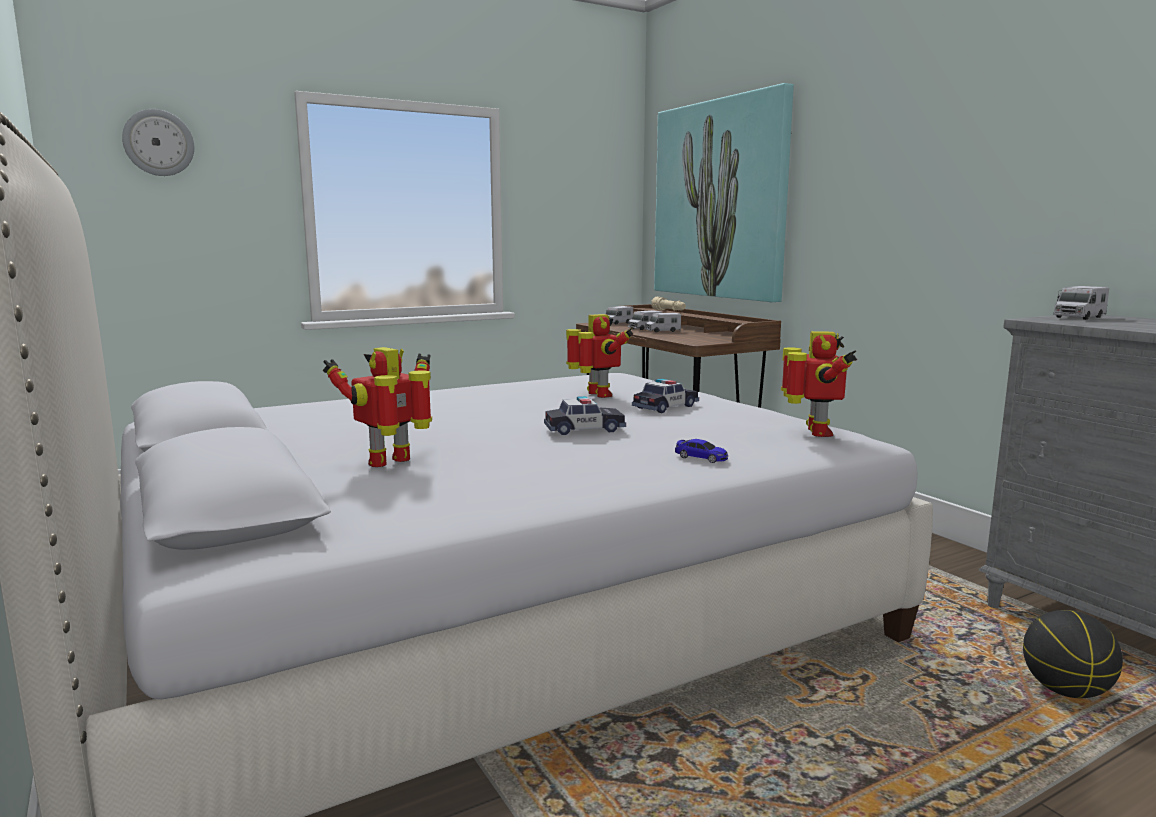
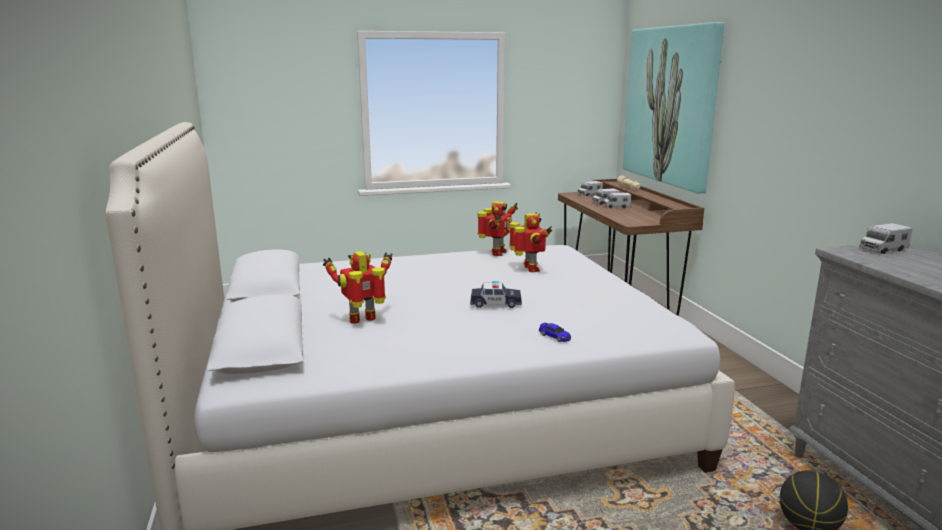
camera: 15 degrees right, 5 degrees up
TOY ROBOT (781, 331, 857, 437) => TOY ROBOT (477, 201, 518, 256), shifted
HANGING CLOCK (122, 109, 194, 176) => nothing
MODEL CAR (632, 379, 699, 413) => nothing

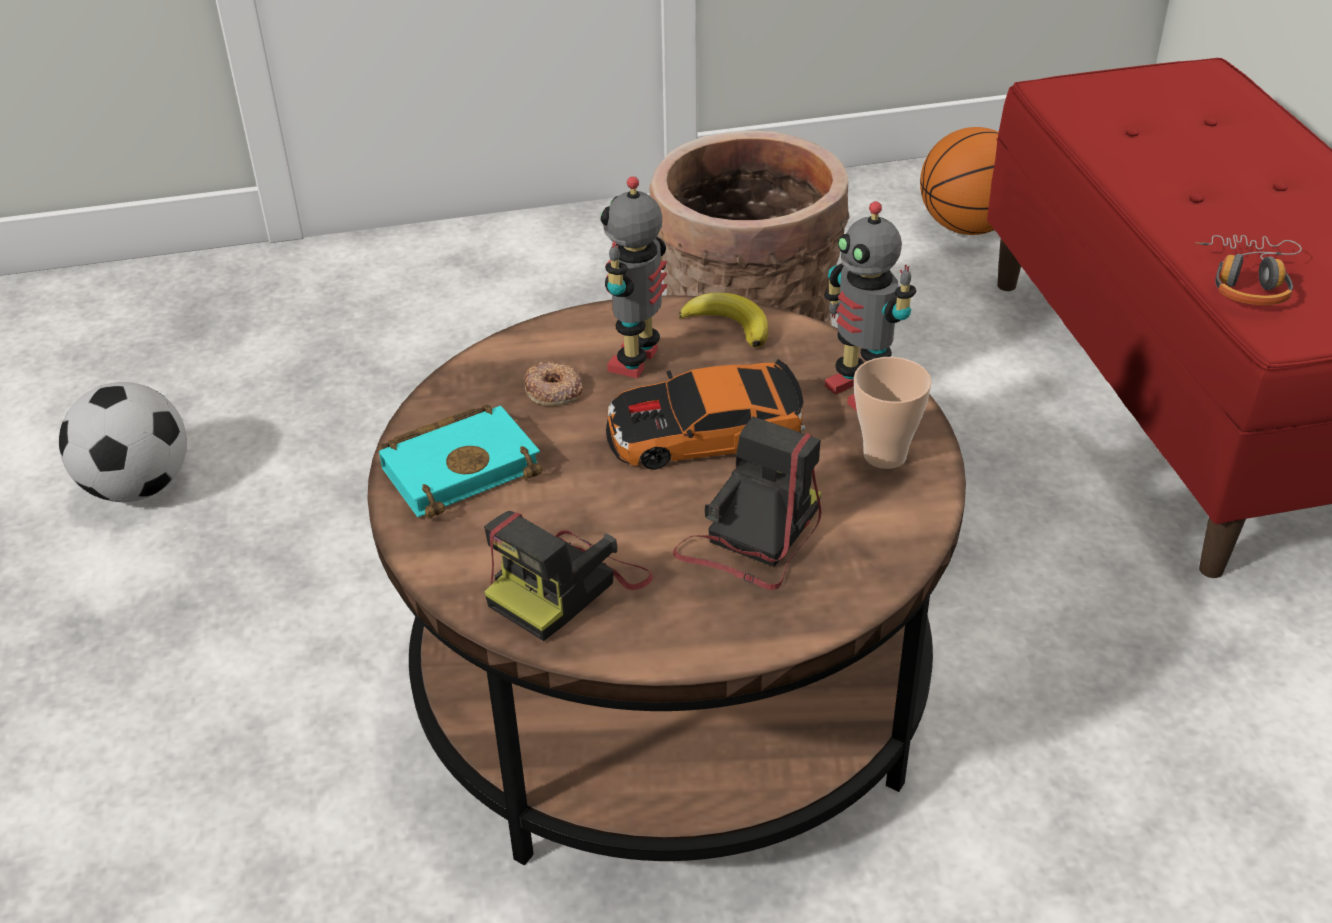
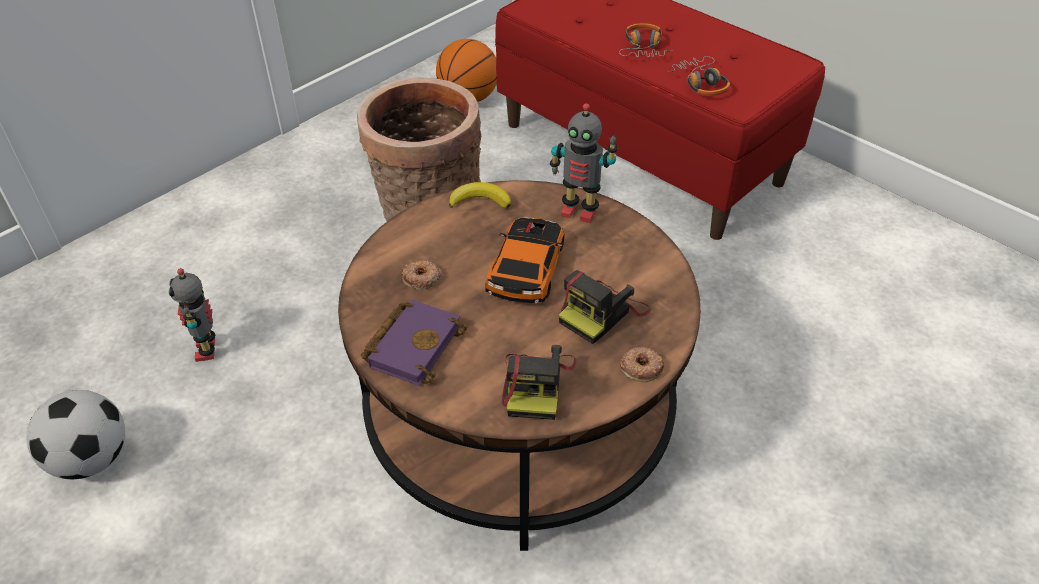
camera: 35 degrees left, 5 degrees up
TOY ROBOT (600, 176, 667, 378) => TOY ROBOT (168, 268, 215, 362), shifted
TURQUOISE BOOK (379, 404, 542, 519) => PURPLE-COLOURED BOOK (361, 300, 468, 386)
MODEL CAR (606, 359, 805, 469) => MODEL CAR (485, 217, 565, 304), 150 degrees clockwise
STILL CAMERA (673, 416, 822, 590) => STILL CAMERA (559, 270, 651, 344), 135 degrees counterclockwise
nothing => HEADSET (619, 23, 673, 57)
nothing => RING DOUGHNUT (620, 347, 664, 382)
CUP (854, 357, 932, 469) => nothing

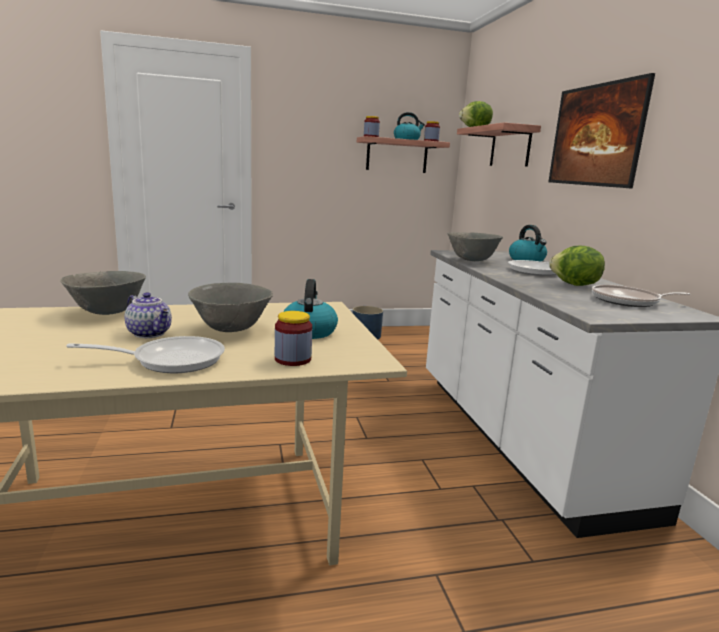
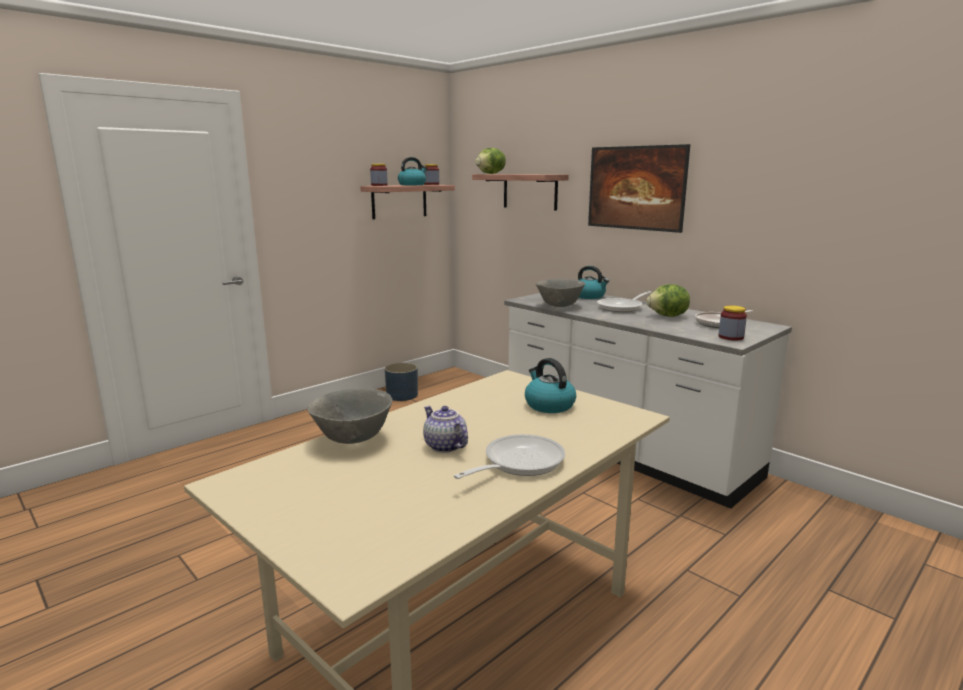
camera: 30 degrees left, 0 degrees up
POT FOR TEA (124, 292, 172, 338) => POT FOR TEA (423, 406, 468, 453), 135 degrees counterclockwise
PRESERVE JAR (275, 311, 312, 366) => PRESERVE JAR (718, 305, 747, 340), shifted
GRAY BOWL (188, 283, 273, 332) => nothing

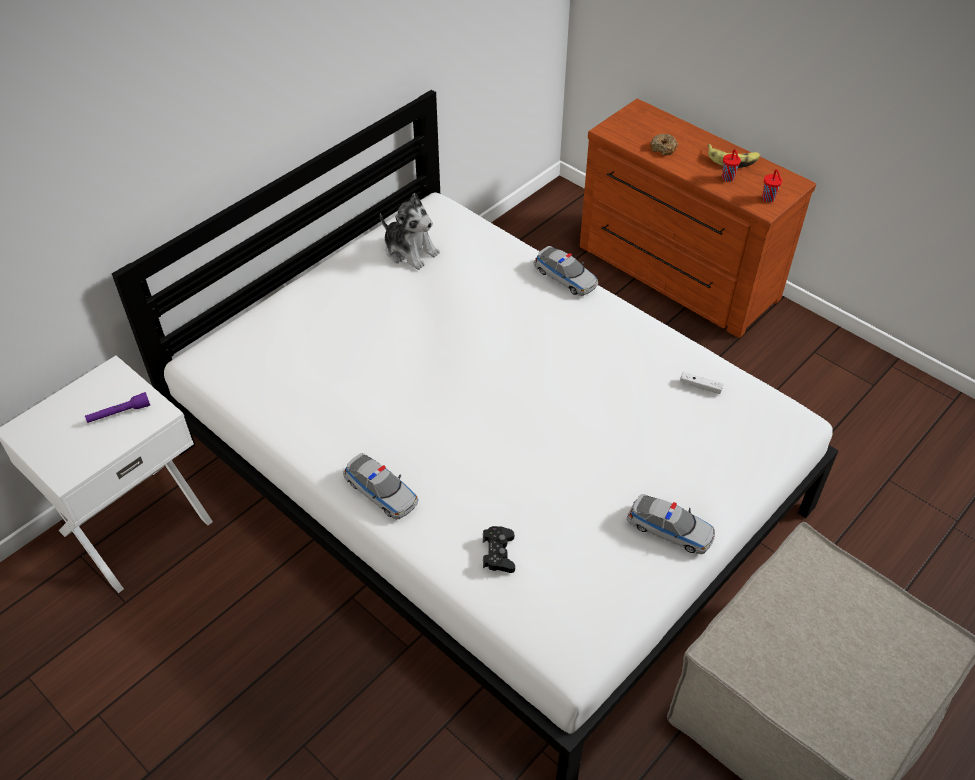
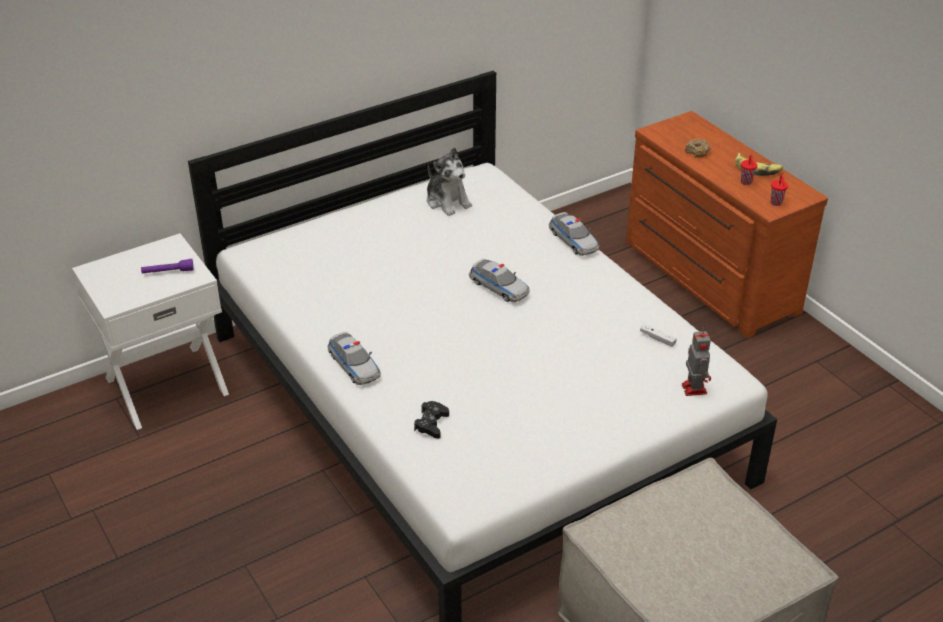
camera: 15 degrees right, 10 degrees down
MODEL CAR (627, 494, 715, 554) => MODEL CAR (469, 259, 530, 302), shifted
nothing => TOY ROBOT (682, 328, 711, 396)

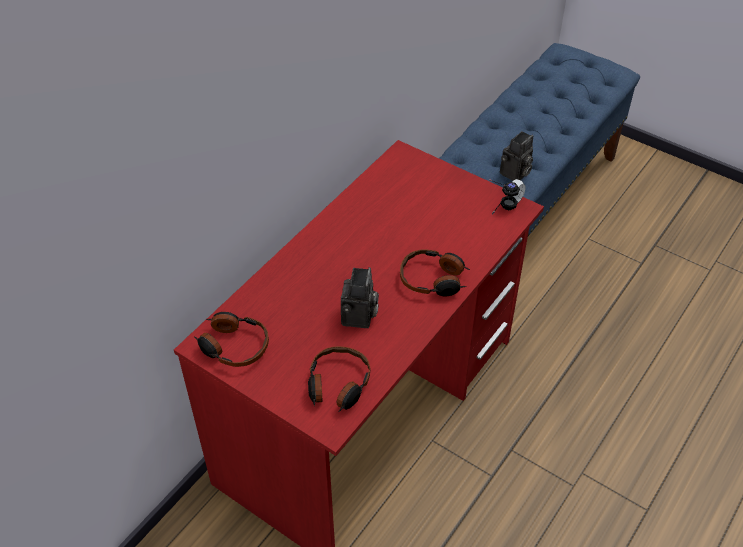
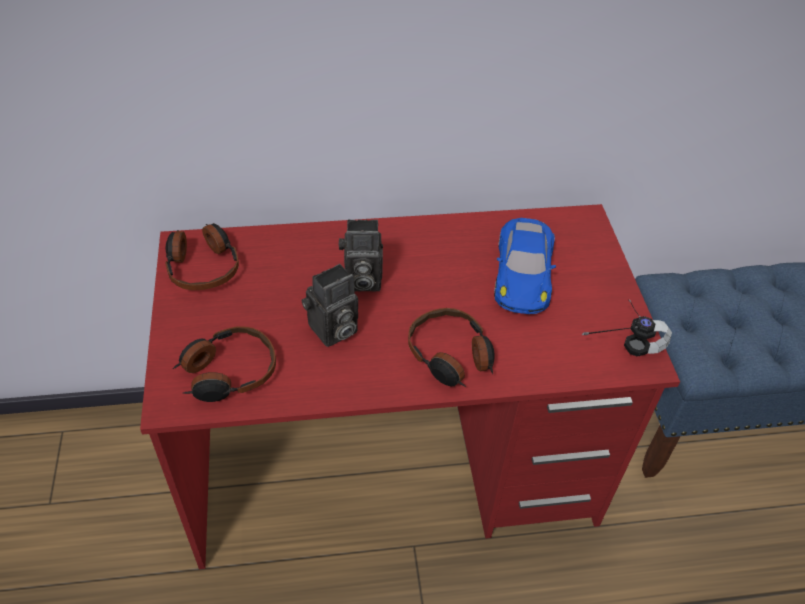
camera: 45 degrees right, 0 degrees up
STILL CAMERA (500, 131, 533, 181) => STILL CAMERA (338, 219, 383, 291), shifted
nothing => BLUISH MODEL CAR (494, 218, 556, 314)

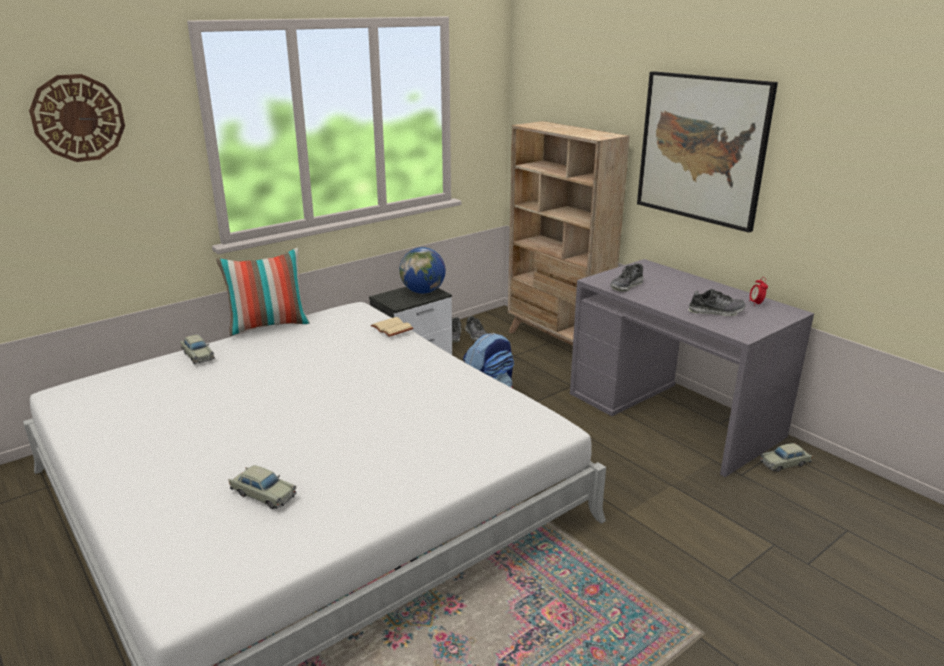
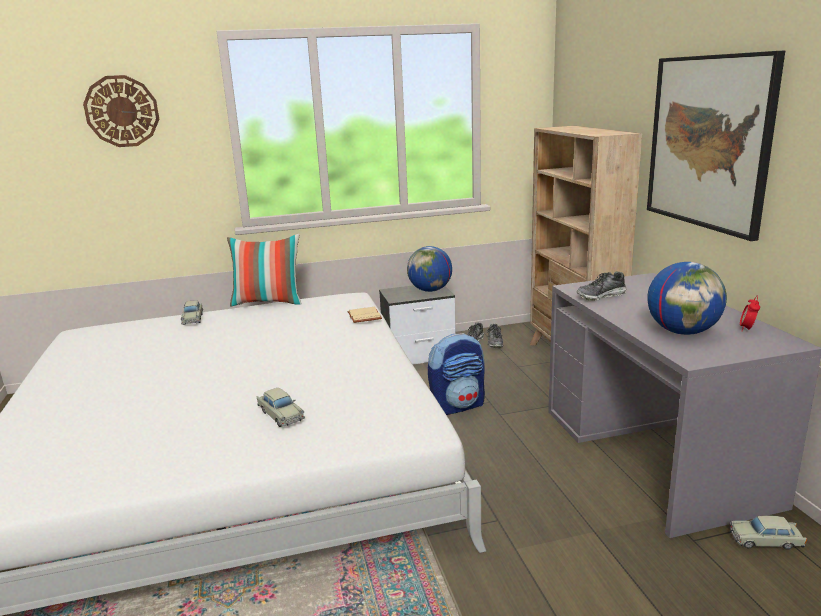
camera: 25 degrees right, 5 degrees down
BEIGE-COLOURED MODEL CAR (229, 465, 296, 509) => BEIGE-COLOURED MODEL CAR (257, 388, 305, 427), shifted
SHOE (688, 289, 746, 316) => WORLD GLOBE (647, 262, 727, 335)

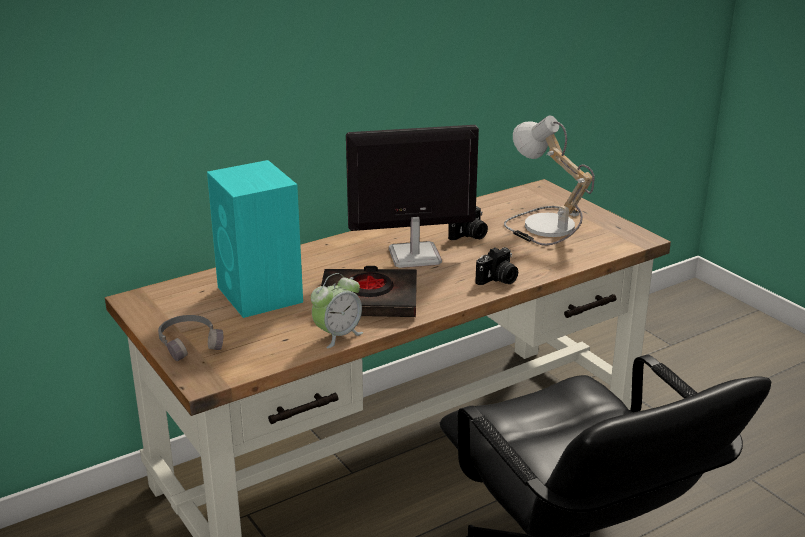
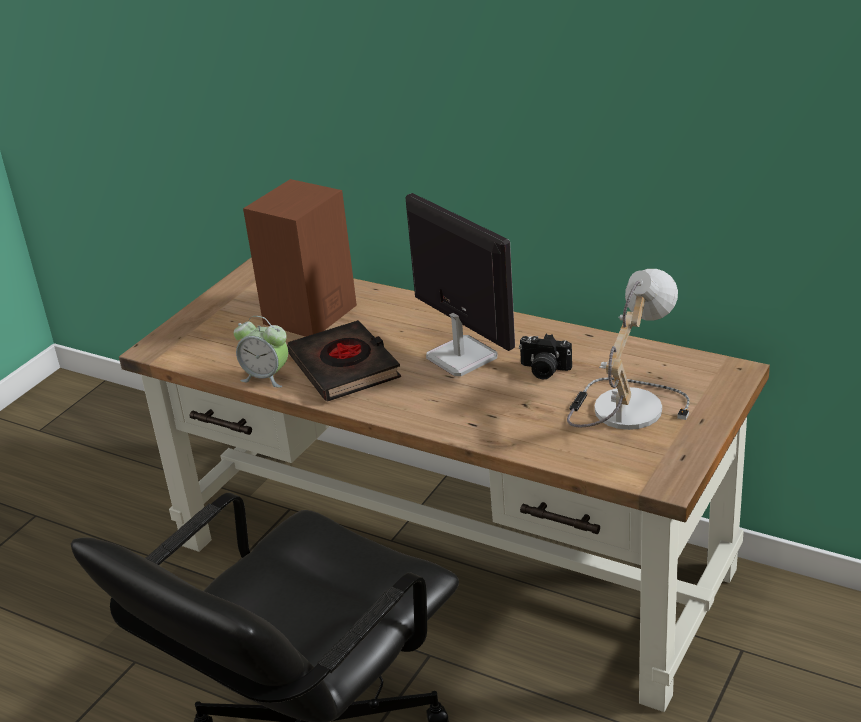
camera: 65 degrees right, 5 degrees up
TURQUOISE AUDIO SPEAKER (207, 160, 303, 318) => BROWN-COLOURED AUDIO SPEAKER (243, 179, 357, 337)
GRAY HEADSET (158, 315, 223, 361) => nothing
STILL CAMERA (475, 247, 518, 285) => nothing

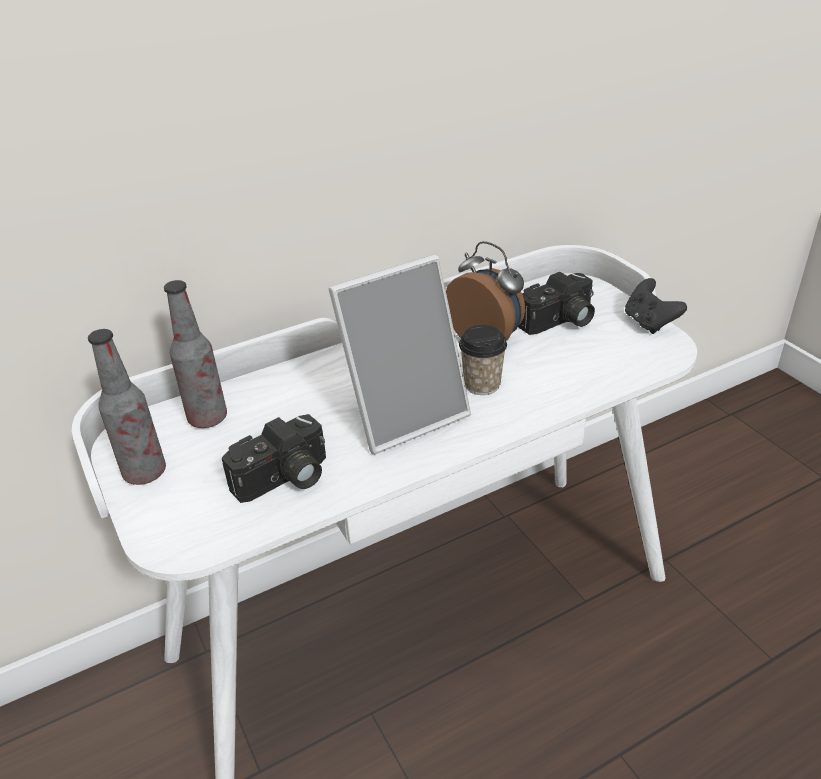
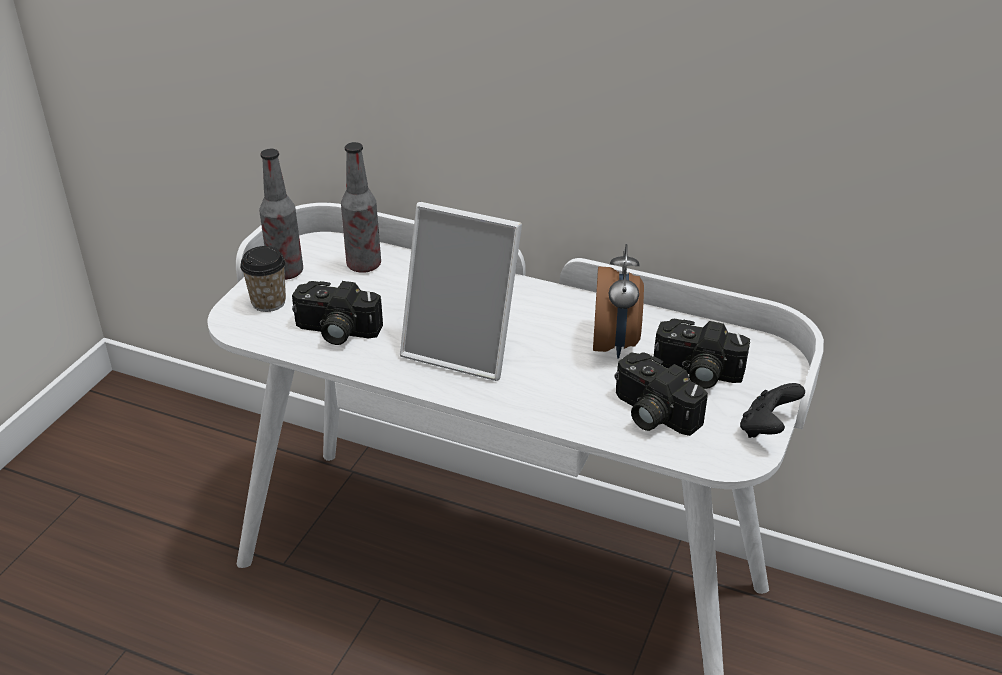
camera: 50 degrees right, 0 degrees up
CUP (459, 325, 507, 395) => CUP (240, 246, 286, 312), shifted
nothing => STILL CAMERA (614, 352, 708, 436)

